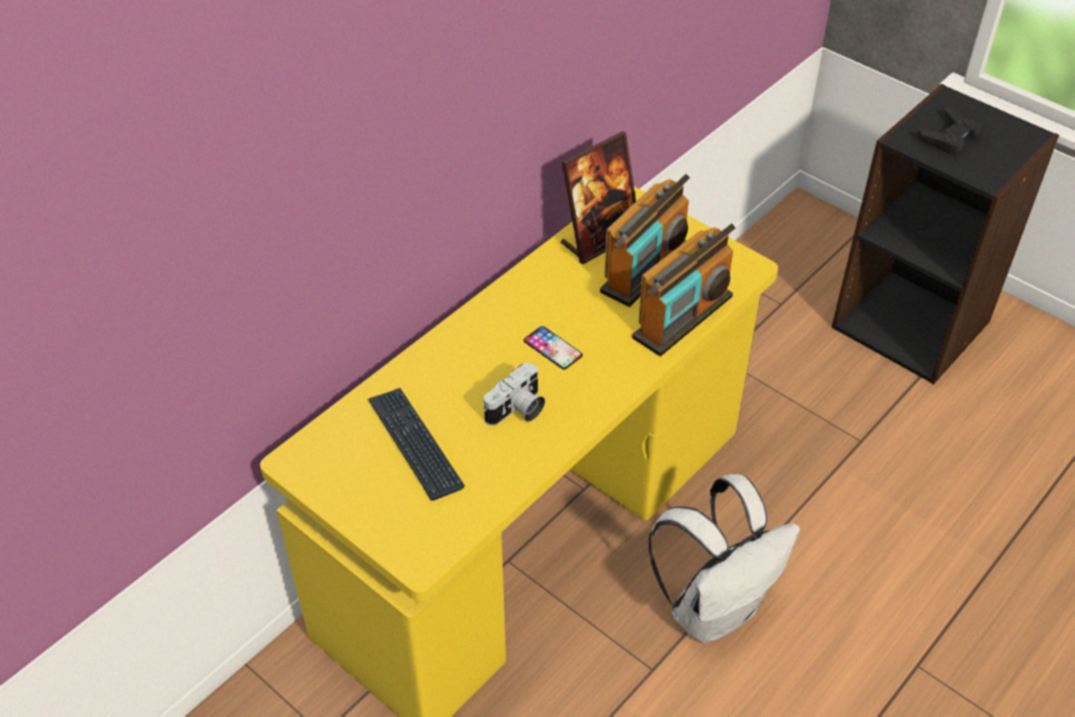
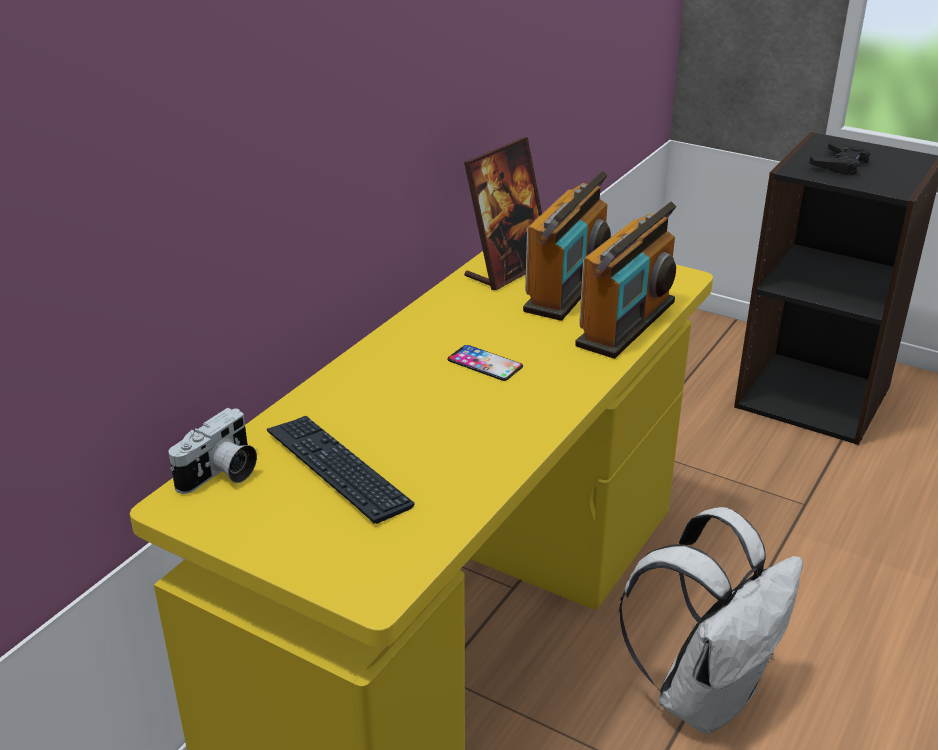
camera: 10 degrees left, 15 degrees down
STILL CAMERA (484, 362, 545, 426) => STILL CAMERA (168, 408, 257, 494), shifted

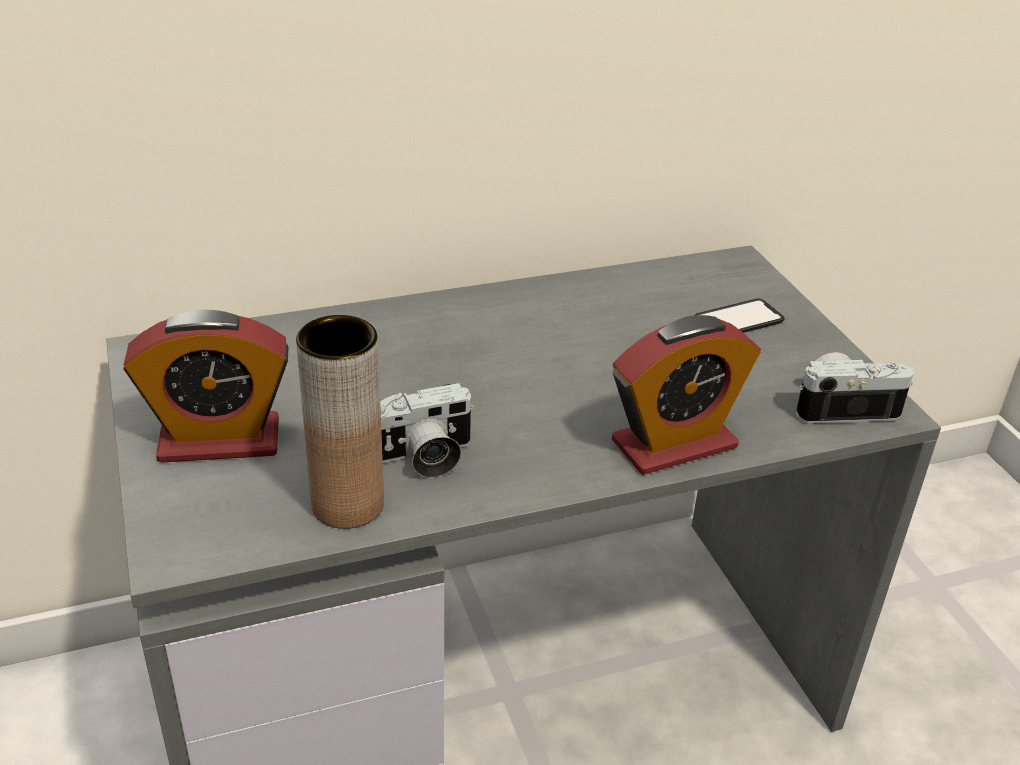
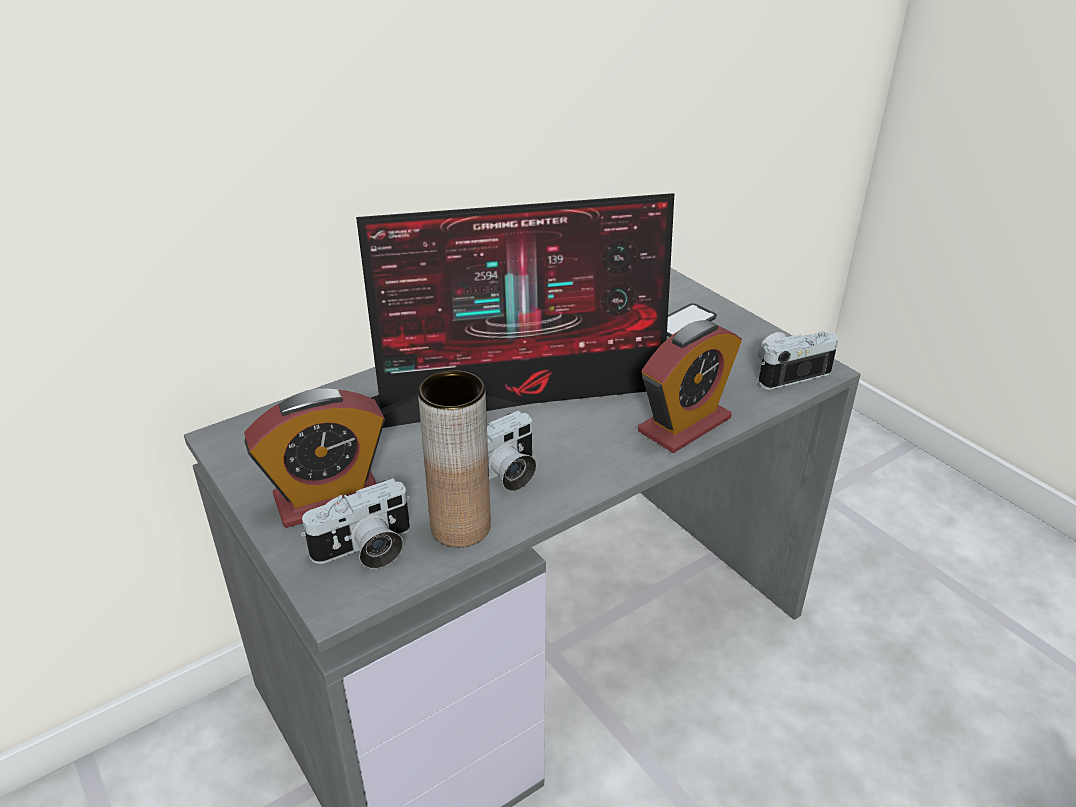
camera: 15 degrees left, 0 degrees up
nothing => STILL CAMERA (301, 478, 410, 569)
nothing => COMPUTER DISPLAY (356, 193, 674, 428)

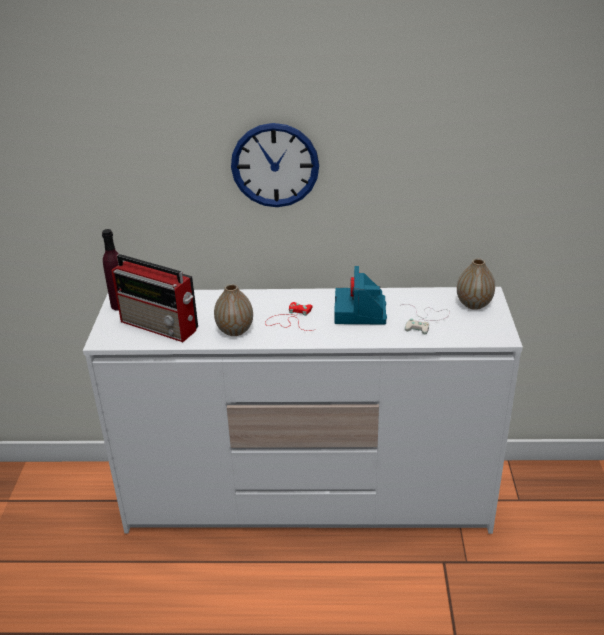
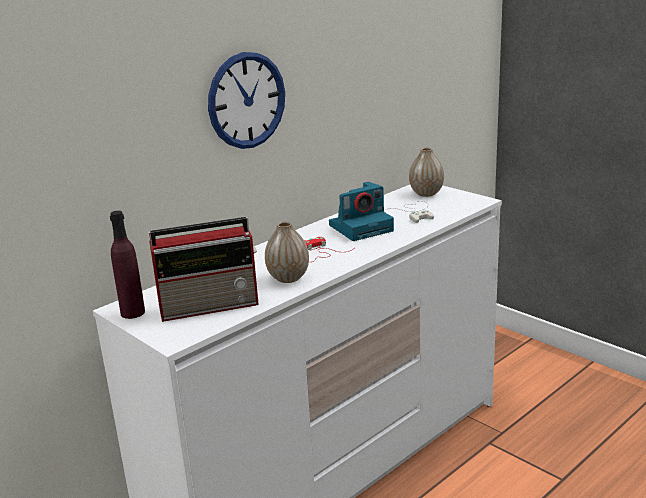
camera: 45 degrees left, 10 degrees down
STILL CAMERA (334, 266, 387, 324) => STILL CAMERA (329, 182, 394, 241), 75 degrees counterclockwise

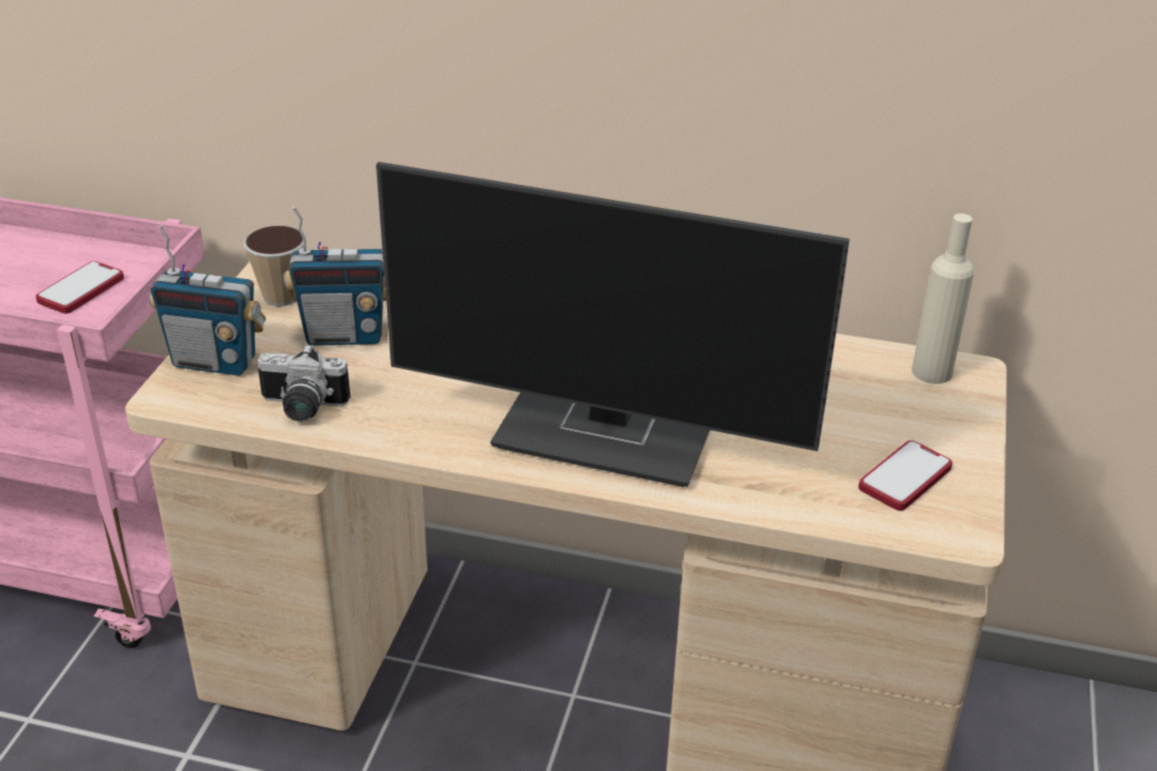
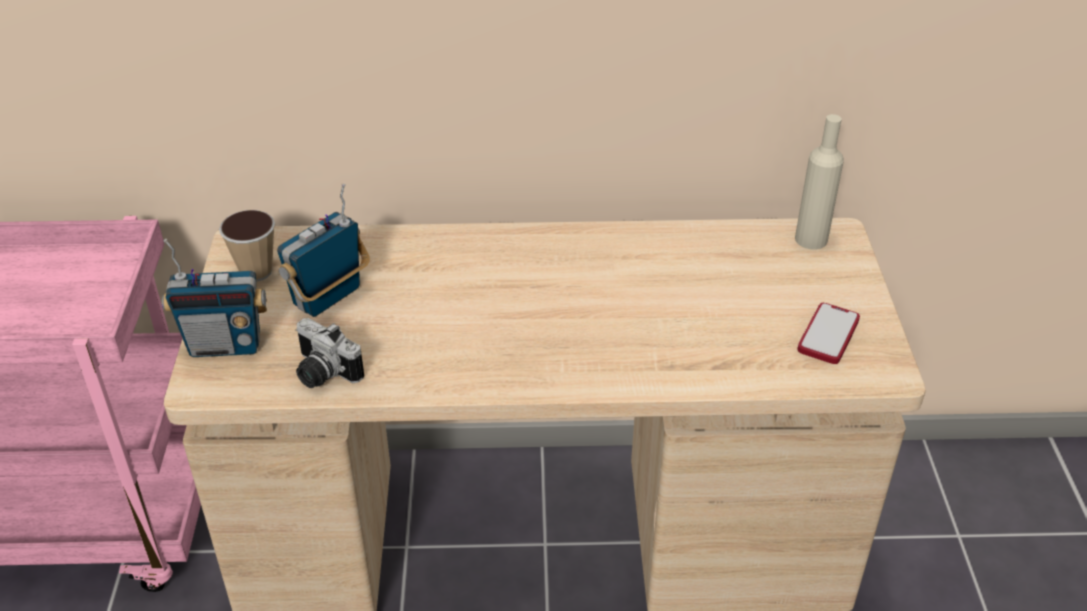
camera: 15 degrees left, 5 degrees up
RADIO SET (283, 206, 386, 346) => RADIO SET (277, 184, 370, 317), 150 degrees clockwise
STILL CAMERA (257, 344, 350, 422) => STILL CAMERA (295, 318, 364, 388), 45 degrees clockwise
TELEPHONE (36, 261, 124, 314) => nothing
COMPUTER DISPLAY (376, 162, 850, 487) => nothing

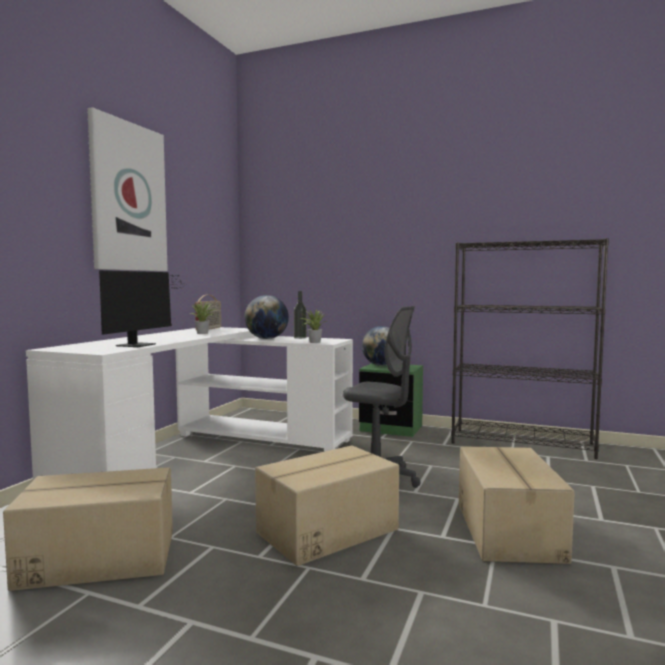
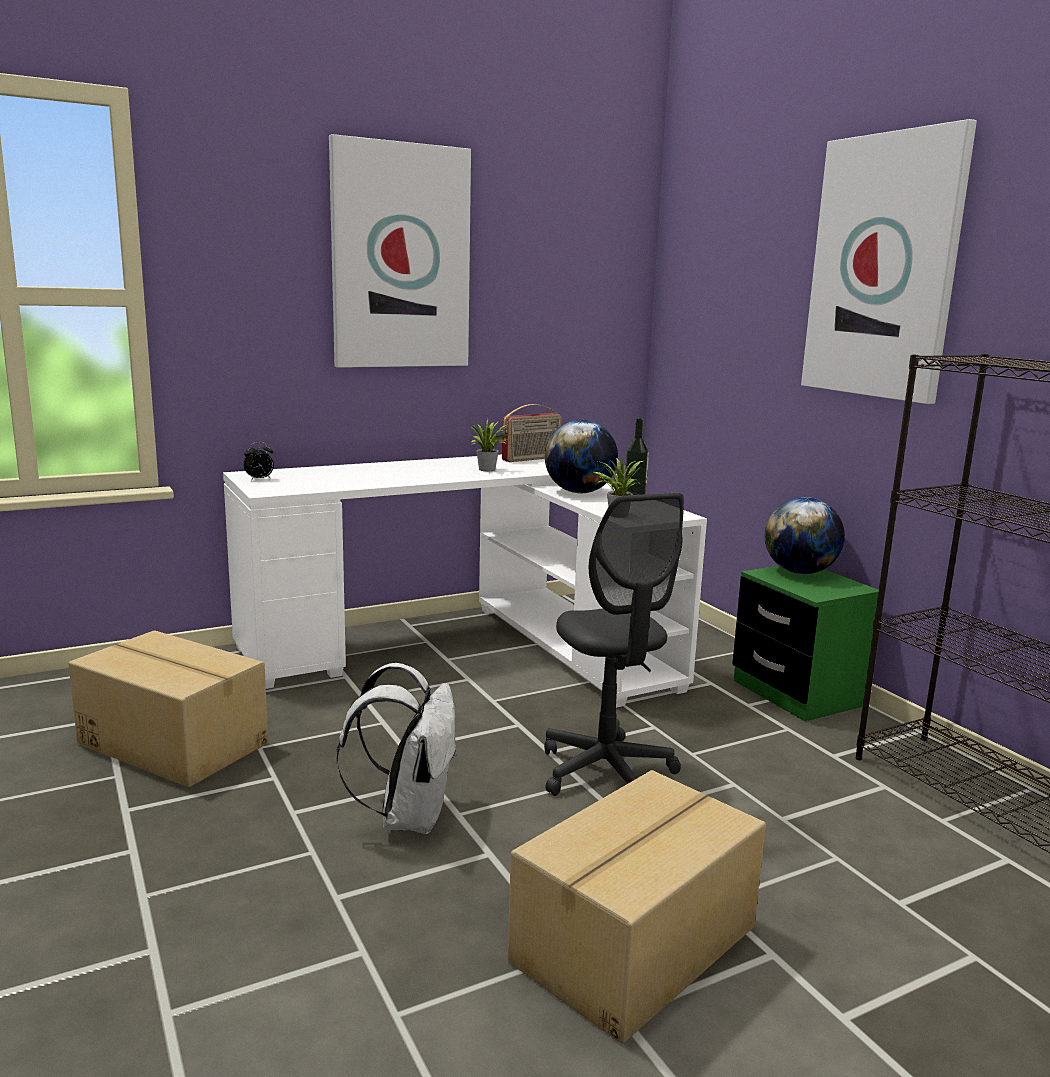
camera: 40 degrees right, 10 degrees up
nothing => ALARM CLOCK (244, 442, 274, 481)
CARDBOARD BOX (255, 445, 399, 566) => WHITISH RUCKSACK (337, 663, 457, 834)
nothing => WALL PICTURE (801, 119, 977, 404)
COMPUTER DISPLAY (99, 270, 186, 347) => nothing

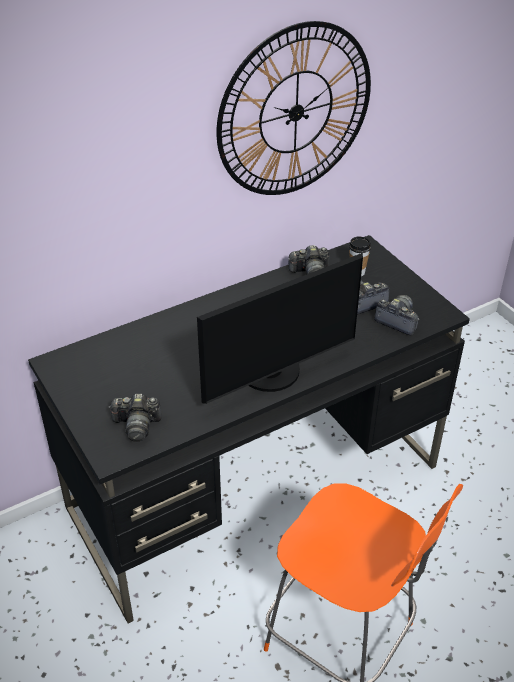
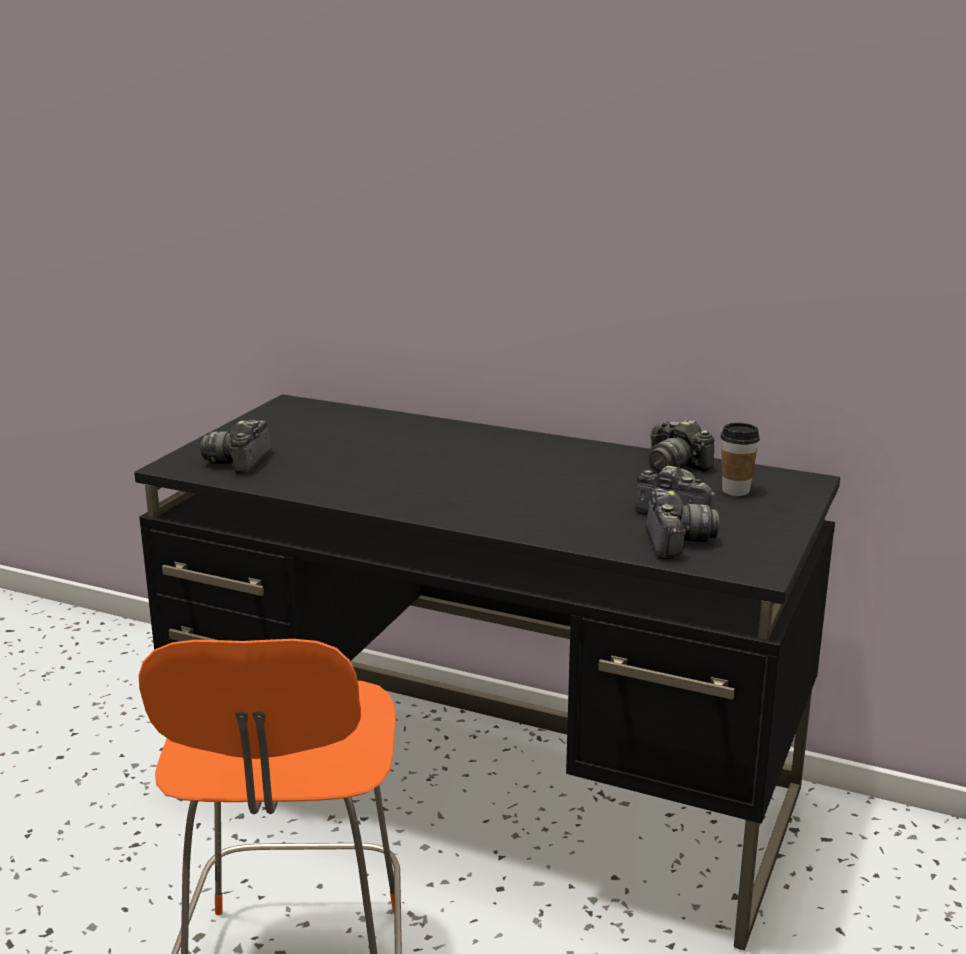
camera: 55 degrees right, 20 degrees down
STILL CAMERA (109, 394, 161, 442) => STILL CAMERA (200, 420, 271, 474), 45 degrees clockwise
COMPUTER DISPLAY (197, 253, 363, 404) => nothing
HANGING CLOCK (217, 21, 371, 195) => nothing

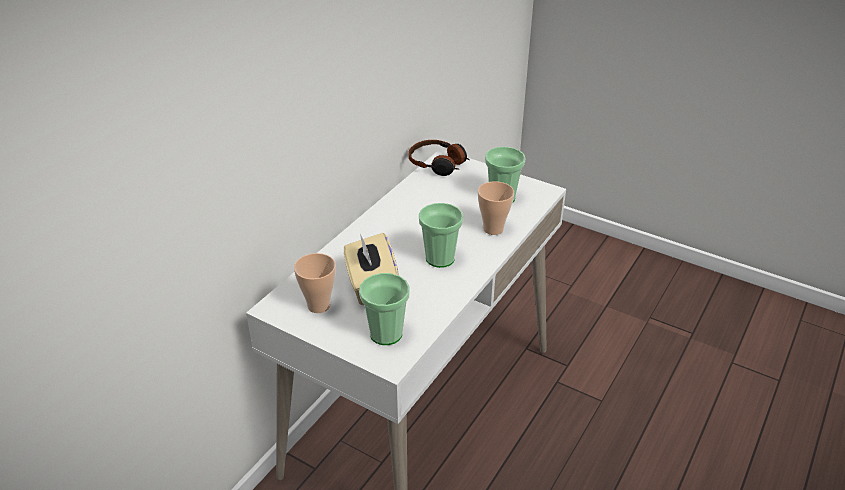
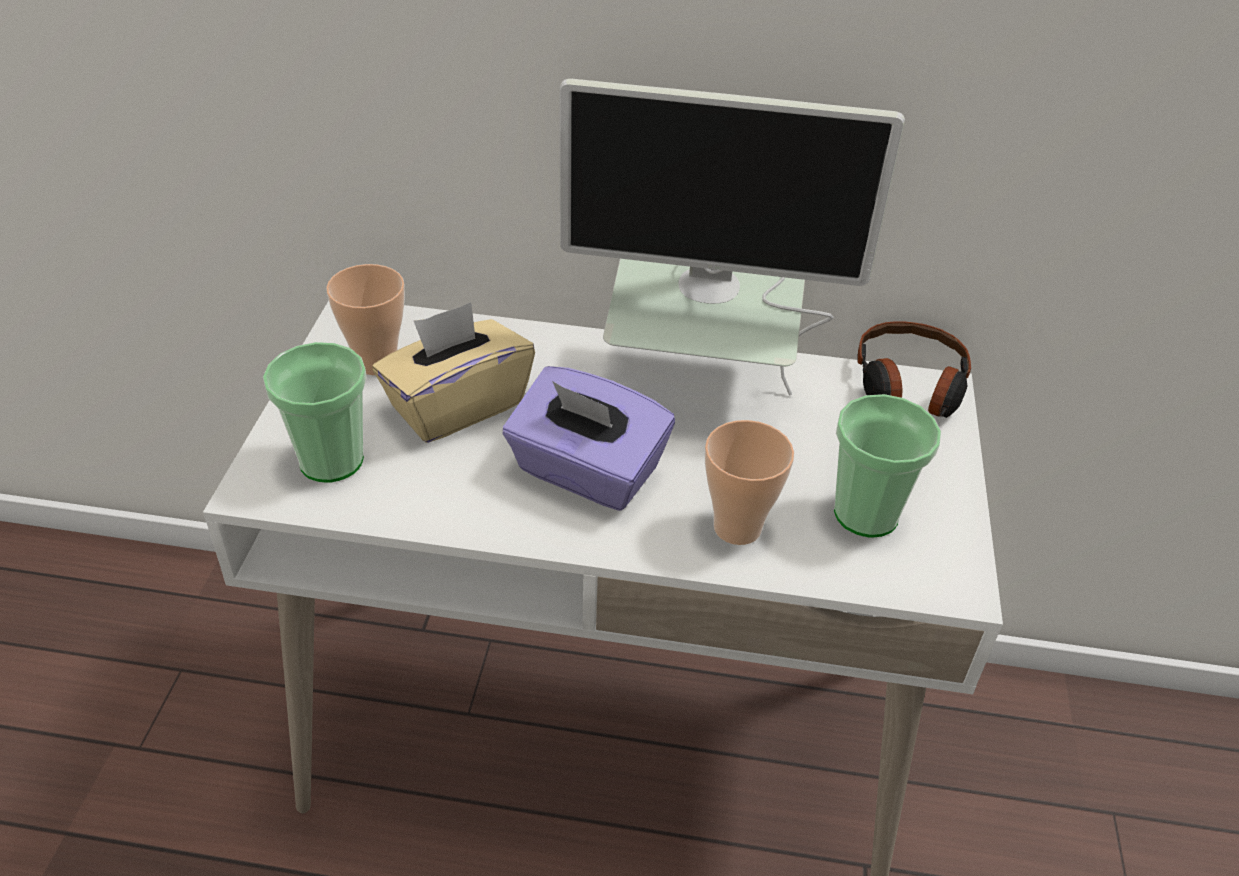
camera: 65 degrees right, 5 degrees up
CUP (419, 203, 464, 268) => PURPLE-COLOURED BOX OF TISSUES (502, 366, 675, 511)
nothing => COMPUTER DISPLAY (560, 79, 905, 396)

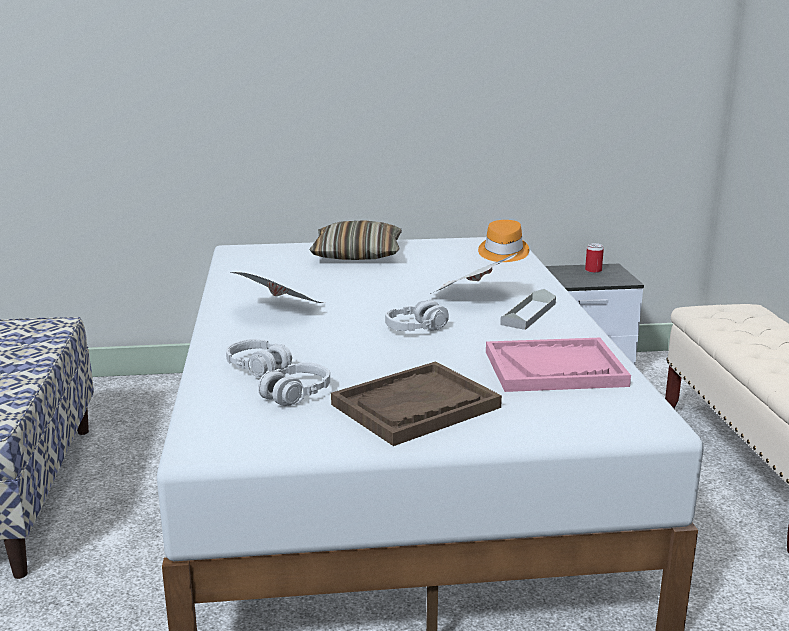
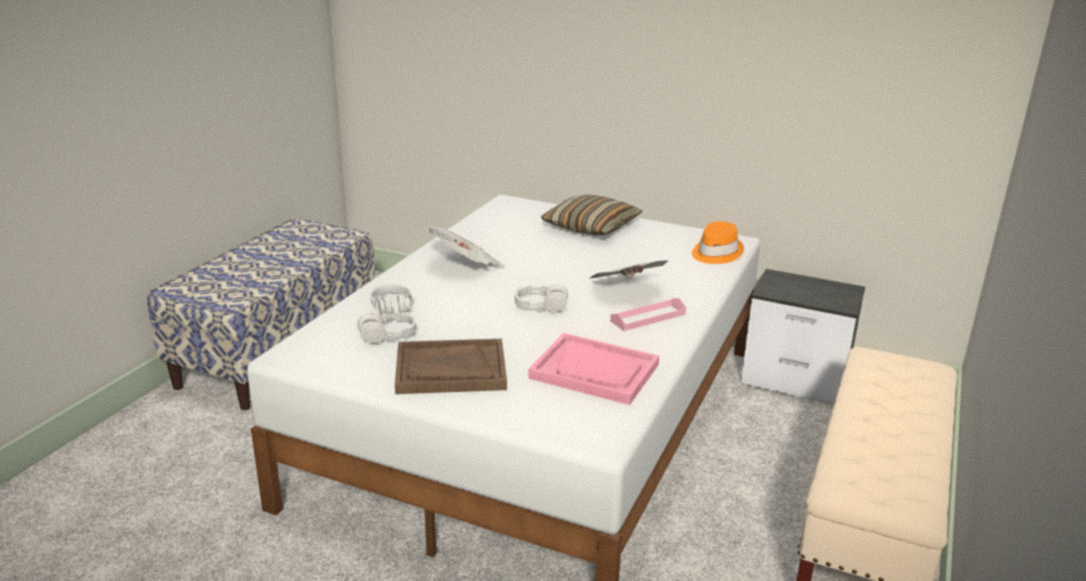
camera: 30 degrees right, 5 degrees up
GRAY TRAY (500, 289, 556, 330) => PINKISH TRAY (610, 298, 686, 331)
SEALED CAN (585, 243, 604, 273) => nothing

